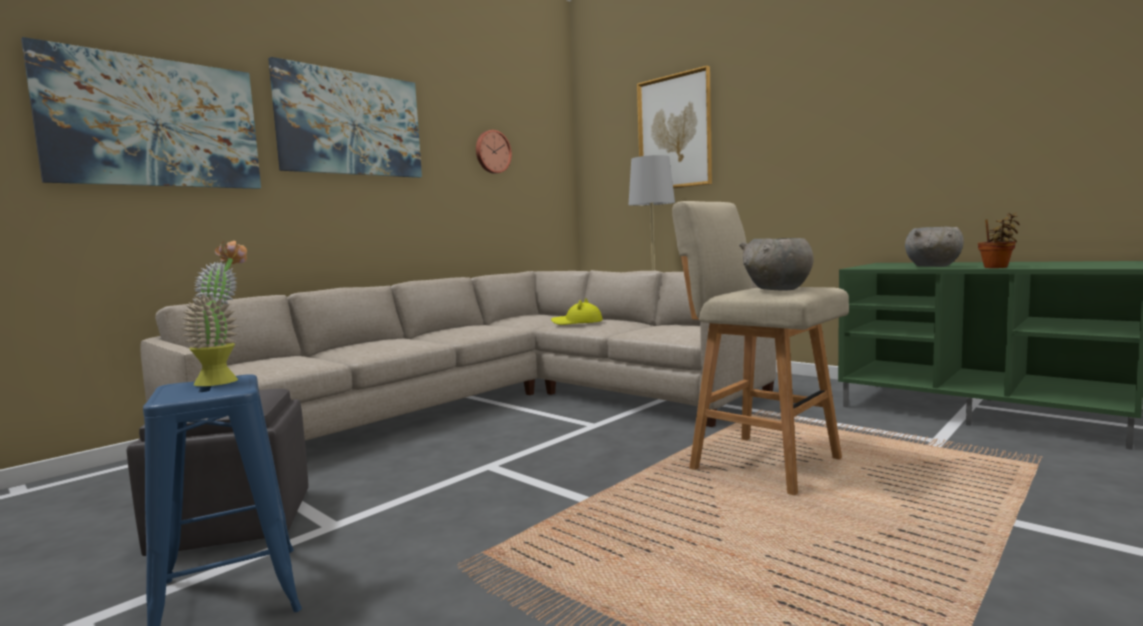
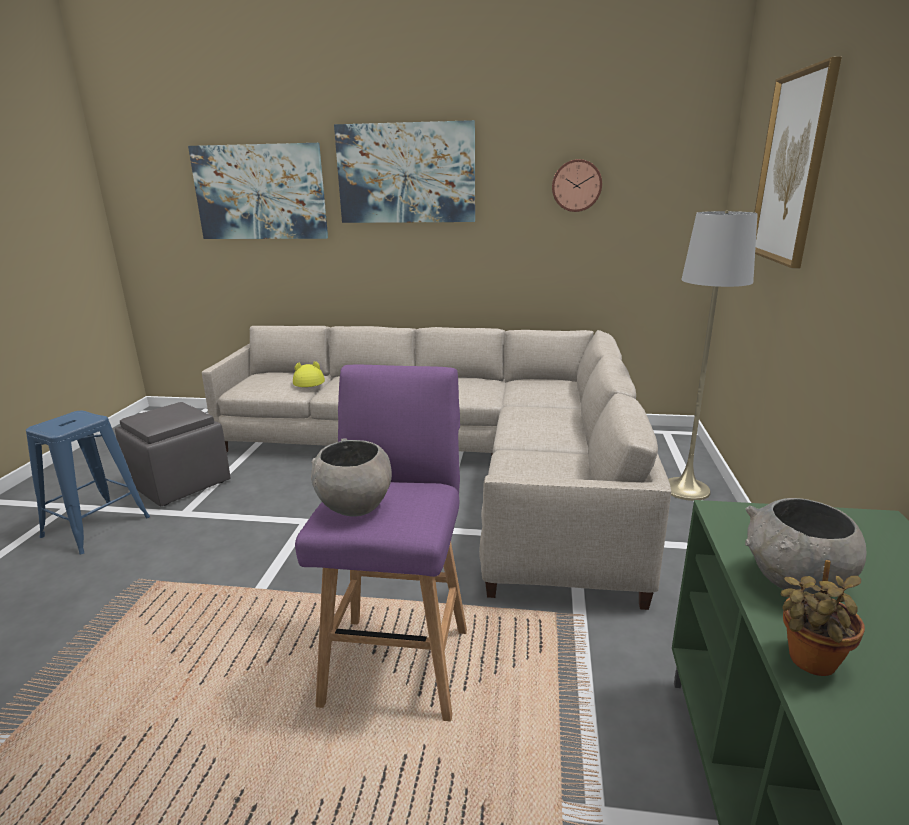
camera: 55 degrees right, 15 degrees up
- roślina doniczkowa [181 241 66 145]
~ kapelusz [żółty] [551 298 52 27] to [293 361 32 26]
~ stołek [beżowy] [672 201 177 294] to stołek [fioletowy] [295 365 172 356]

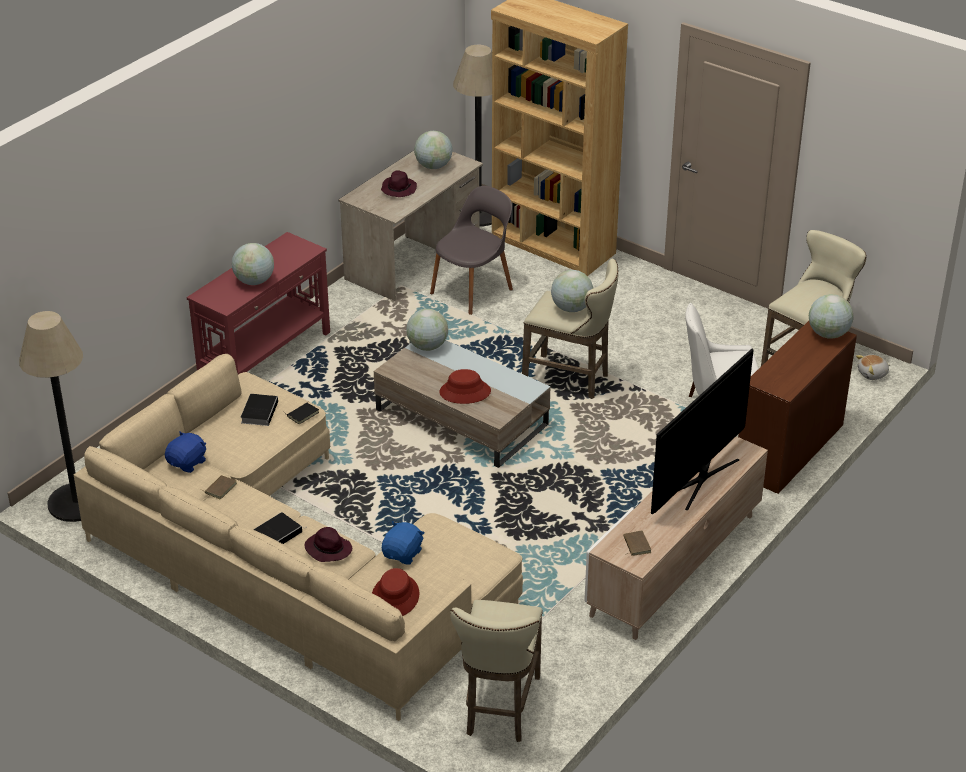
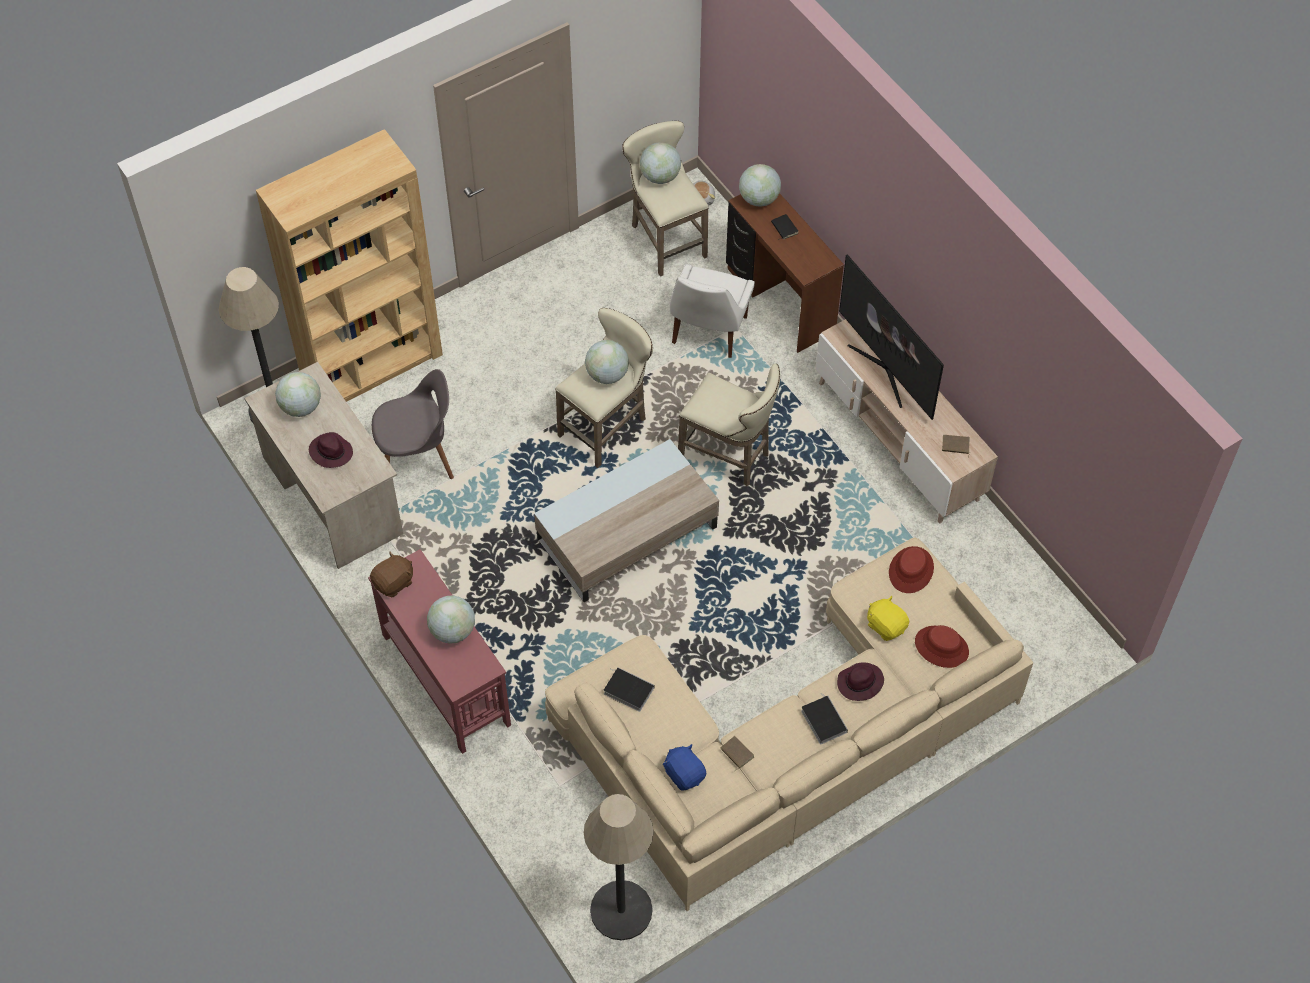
camera: 70 degrees left, 20 degrees up
~ książka [czarny] [284 403 35 21] to [771 214 28 26]
~ pluszak [niebieski] [382 521 42 44] to pluszak [żółty] [867 596 42 45]
~ globus [406 309 42 42] to [640 142 41 42]
~ krzesło [szary] [430 186 83 129] = [372 369 82 110] 105 degrees clockwise
~ kapelusz [czerwony] [439 369 52 35] to [889 546 45 47]
~ stołek [beżowy] [450 600 93 142] to [678 364 102 123]
+ pluszak [brązowy] [370 552 43 45]

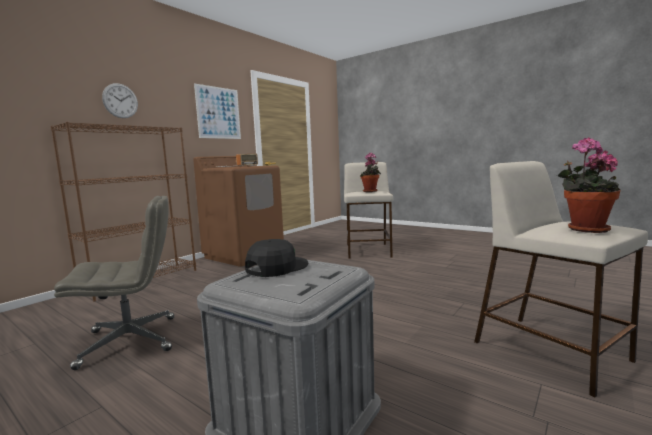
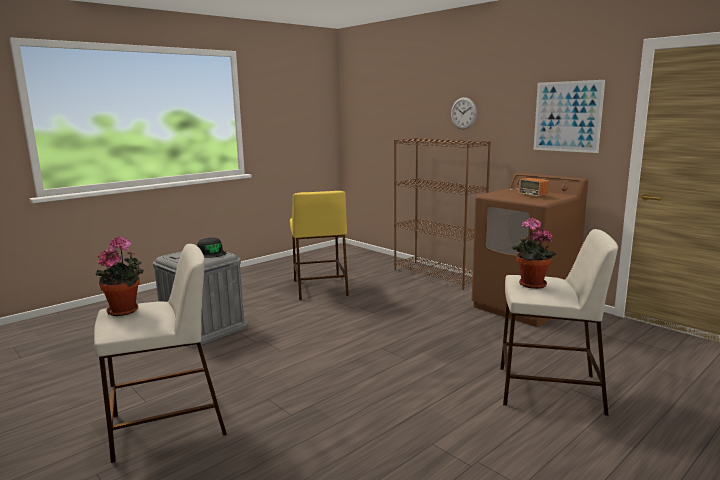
camera: 100 degrees right, 5 degrees up
~ krzesło biurowe [szary] [54 196 120 174] to stołek [żółty] [290 191 59 109]

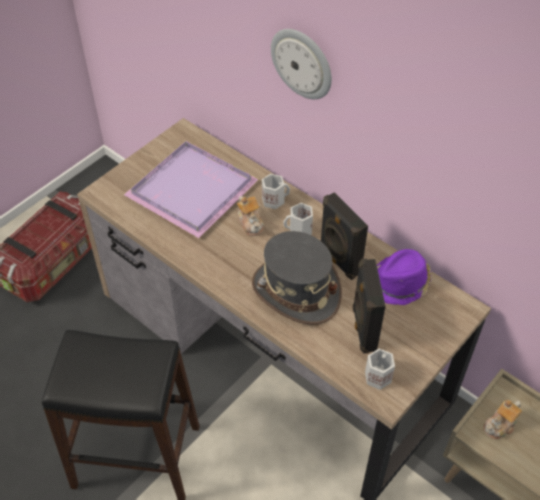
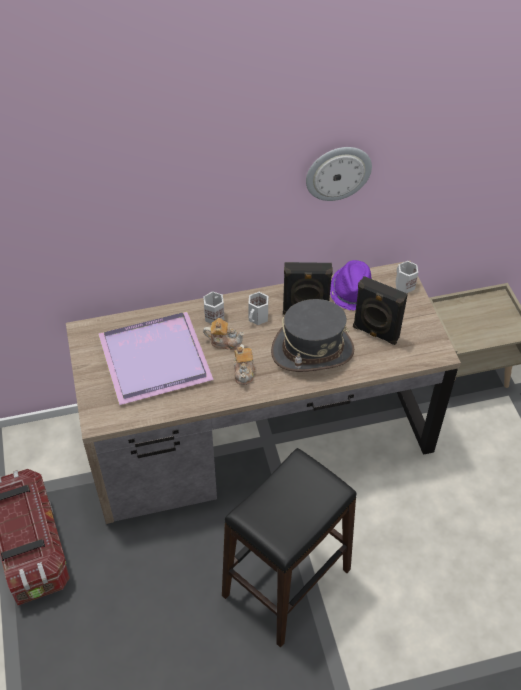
camera: 55 degrees left, 0 degrees up
~ zegar ścienny [271 29 61 70] to [306 147 66 54]
~ kubek [biały] [365 348 30 42] to [396 261 22 32]
~ imbryk [483 400 39 39] to [234 344 21 41]

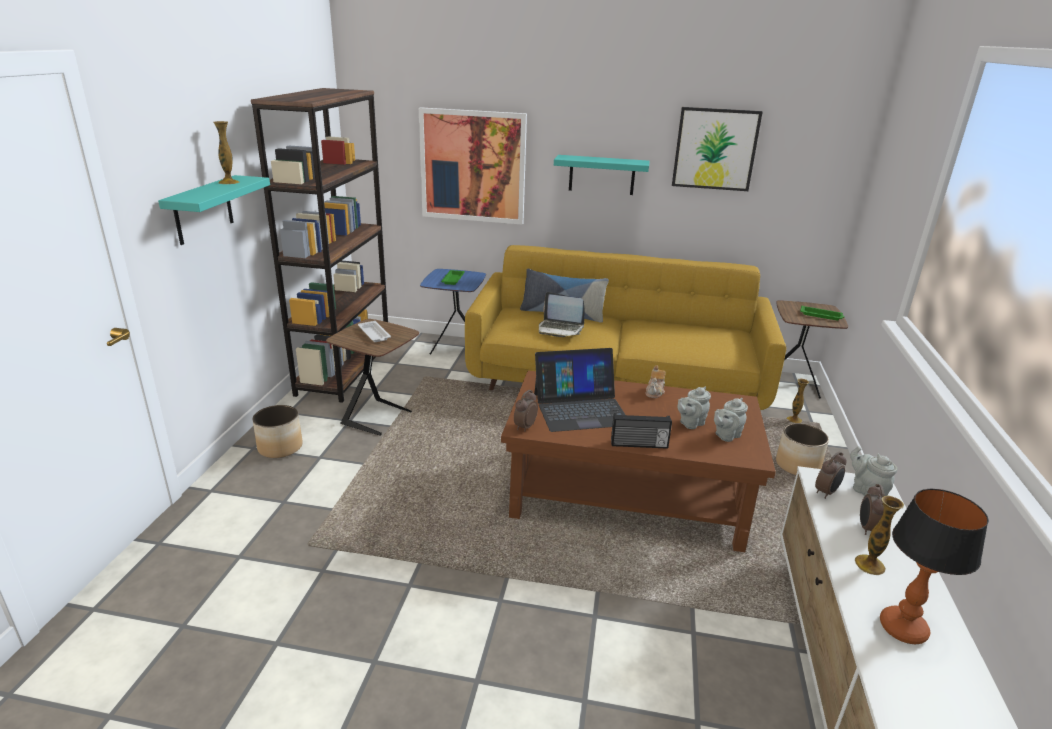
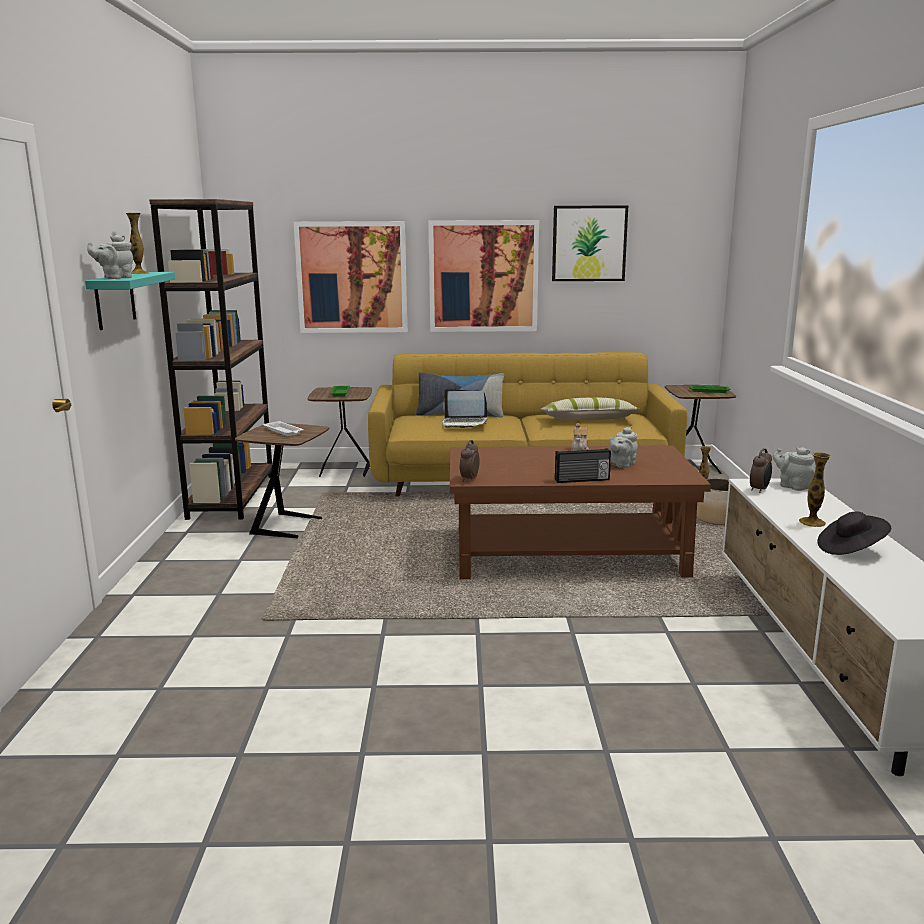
camera: 10 degrees left, 10 degrees down
- donica [252 405 50 53]
~ stolik [niebieski] [420 269 66 86] to stolik [brązowy] [308 387 64 90]
- laptop [534 348 91 84]
~ półka [turkusowy] [554 155 96 40] to obraz [428 220 111 112]
~ imbryk [szary] [714 398 34 44] to [87 235 46 44]
- budzik [860 484 25 51]
~ lampa stołowa [880 488 109 156] to kapelusz [czarny] [817 511 74 44]
+ poduszka [540 397 100 23]

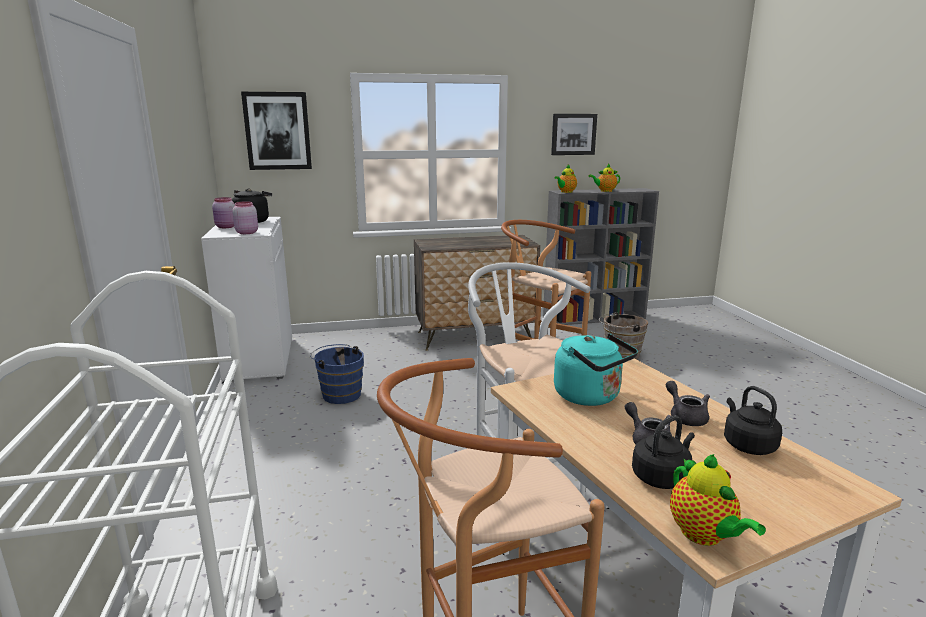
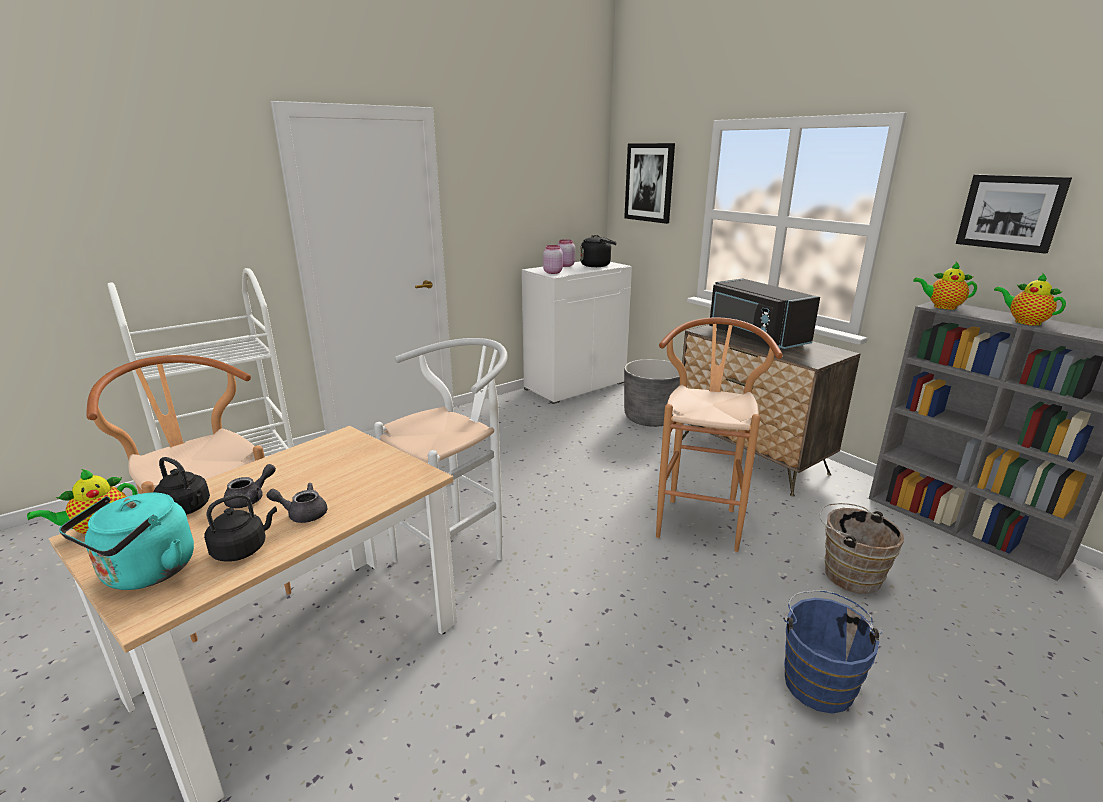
camera: 65 degrees right, 5 degrees up
~ wiadro [niebieski] [310 344 54 60] to [783 590 100 123]
~ czajnik [turkusowy] [554 333 84 73] to [59 493 135 97]
~ imbryk [szary] [666 381 44 45] = [267 483 60 40] 135 degrees counterclockwise
+ donica [szary] [624 359 56 68]
+ mikrofalówka [czarny] [709 278 111 71]

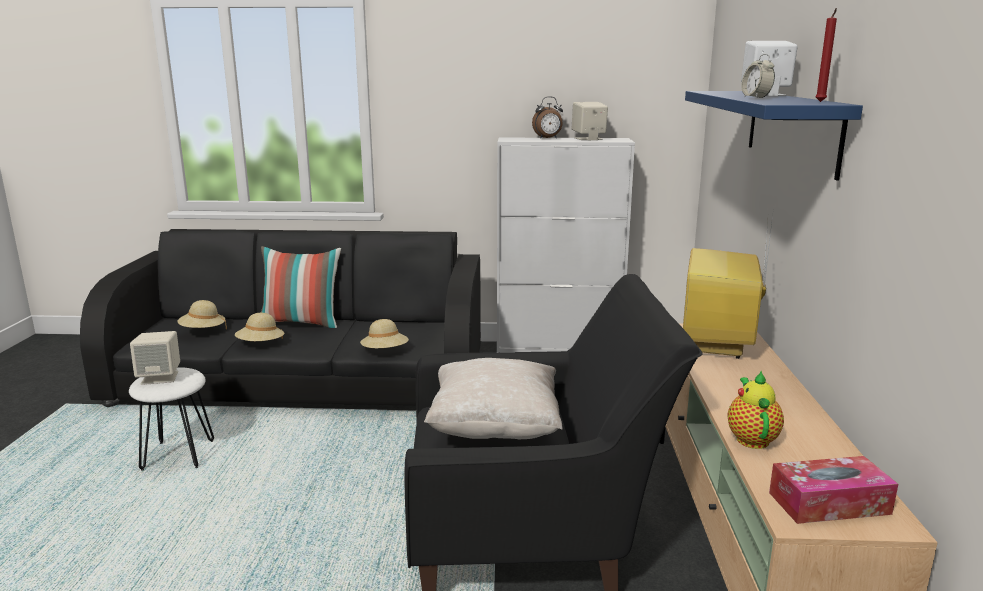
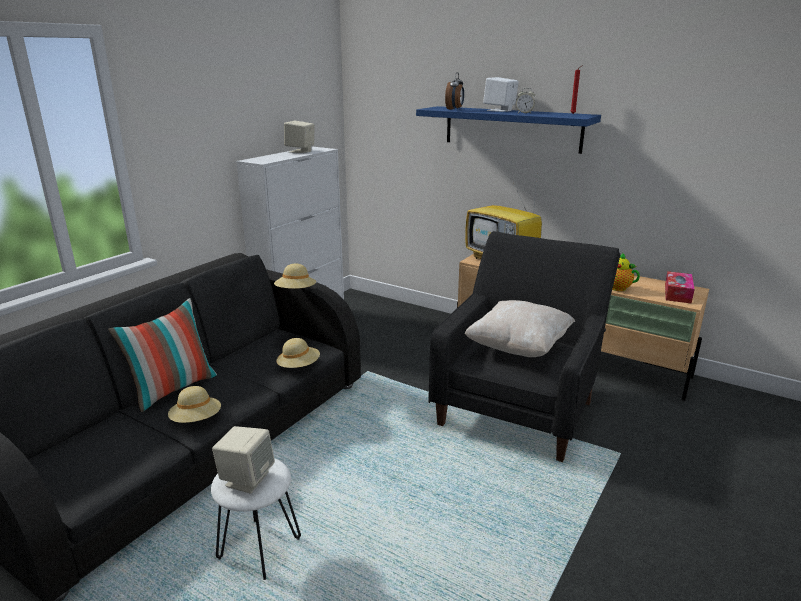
camera: 60 degrees left, 5 degrees up
~ kapelusz [beżowy] [177 300 50 30] to [274 264 42 25]
~ budzik [532 96 31 43] to [445 72 19 37]

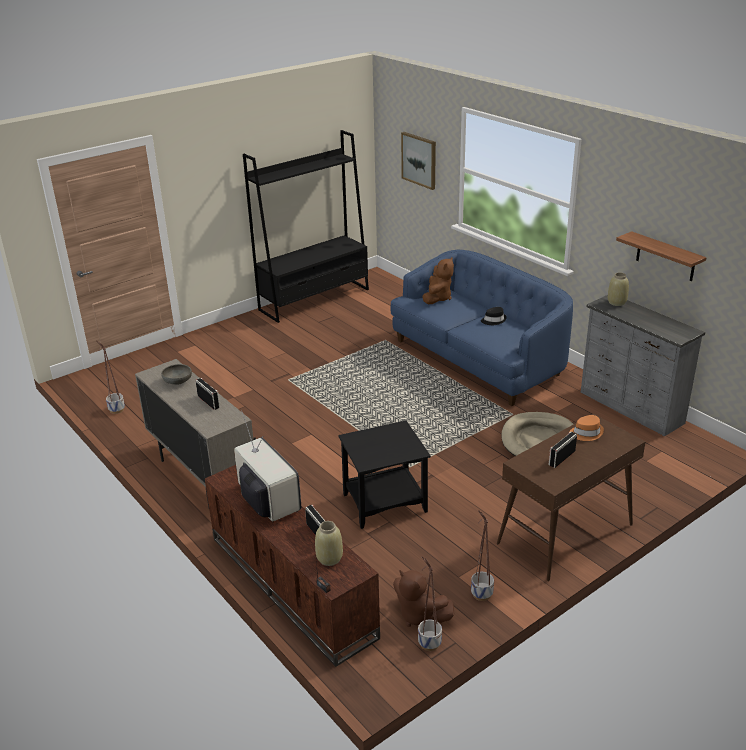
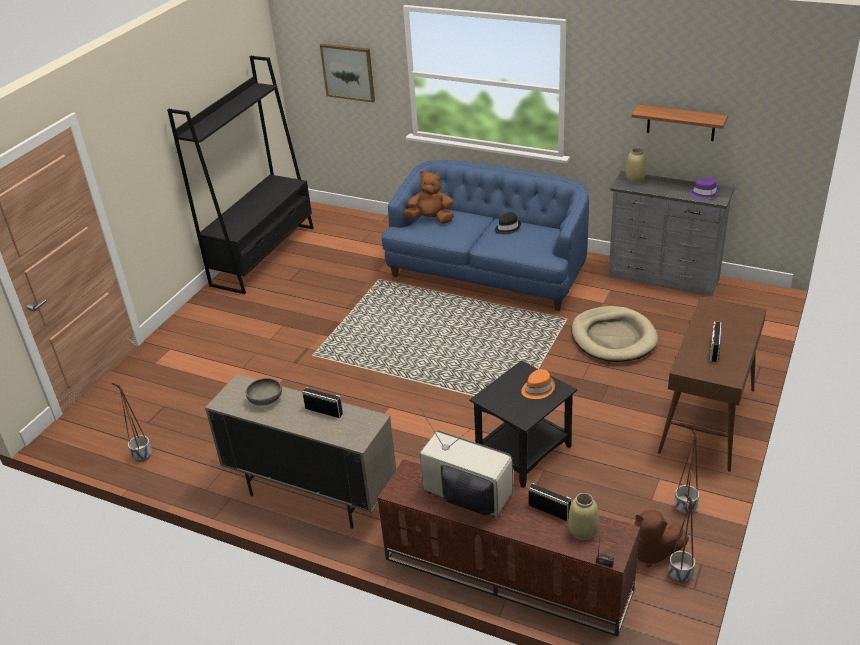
camera: 25 degrees left, 5 degrees up
~ pluszak [brązowy] [422 257 32 47] = [403 171 51 52] 75 degrees counterclockwise
~ kapelusz [pomarańczowy] [569 415 35 26] to [521 369 34 30]
+ kapelusz [fioletowy] [689 178 31 21]

